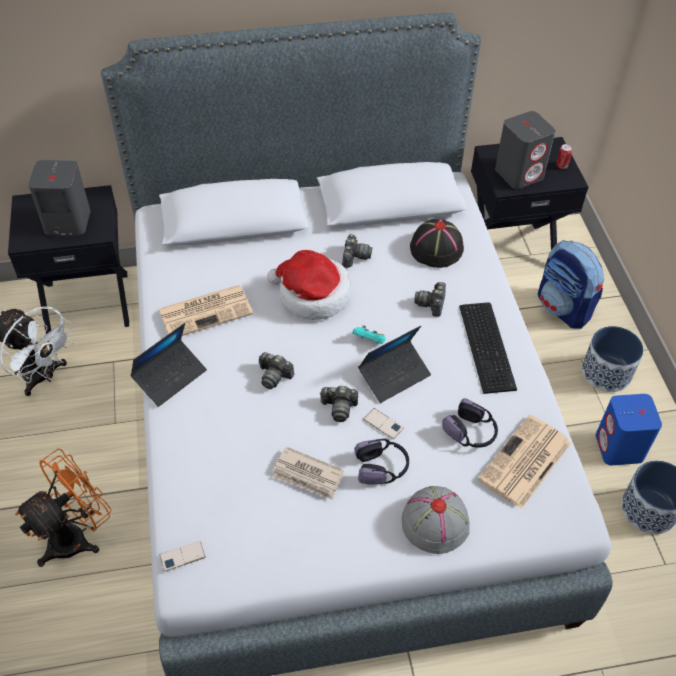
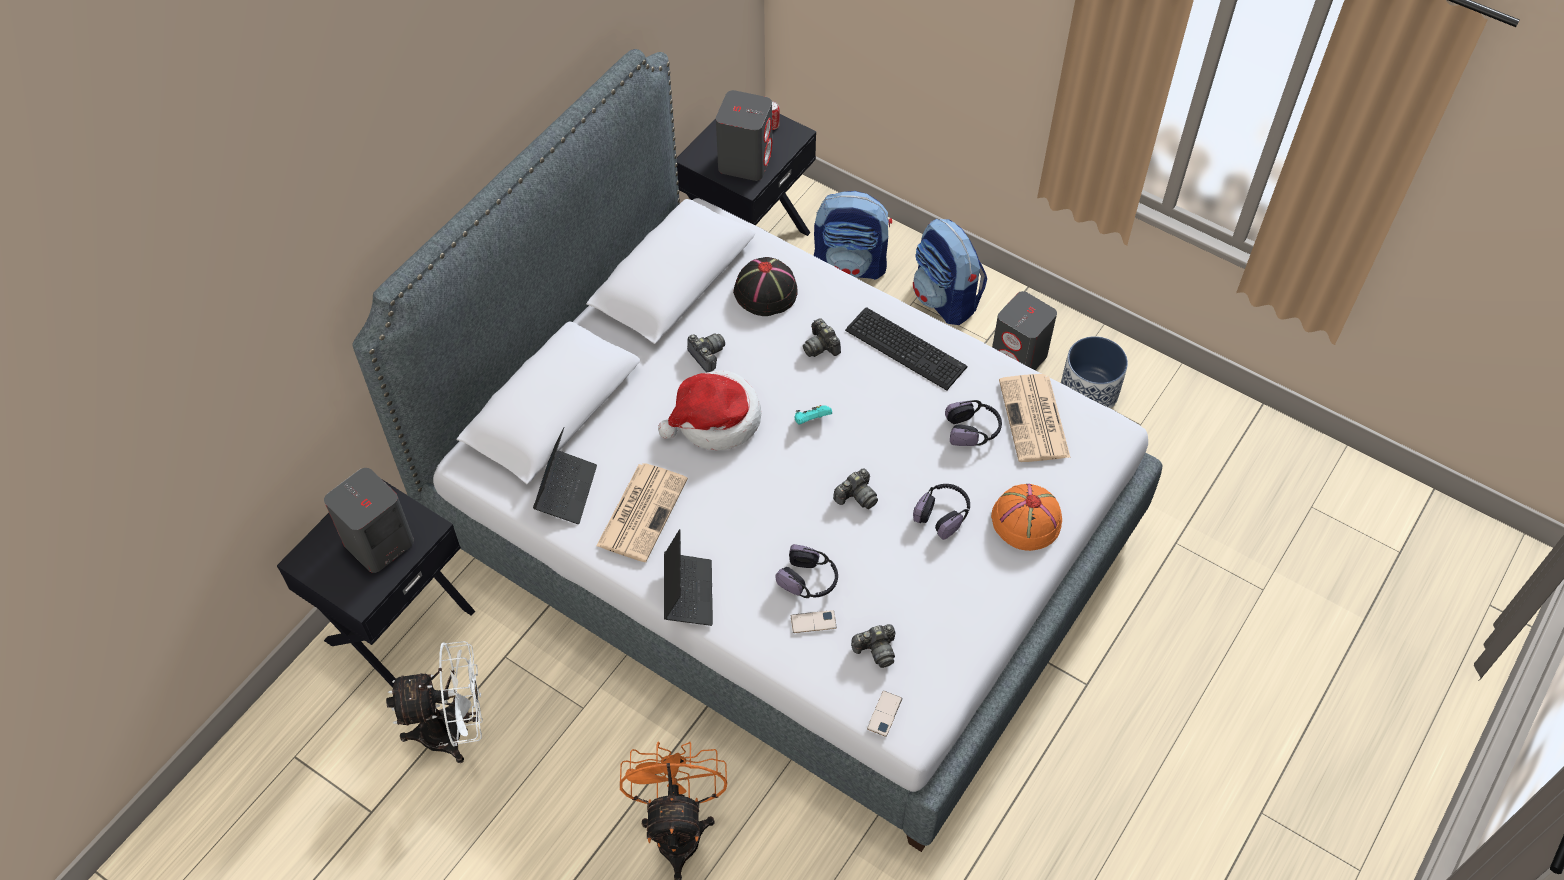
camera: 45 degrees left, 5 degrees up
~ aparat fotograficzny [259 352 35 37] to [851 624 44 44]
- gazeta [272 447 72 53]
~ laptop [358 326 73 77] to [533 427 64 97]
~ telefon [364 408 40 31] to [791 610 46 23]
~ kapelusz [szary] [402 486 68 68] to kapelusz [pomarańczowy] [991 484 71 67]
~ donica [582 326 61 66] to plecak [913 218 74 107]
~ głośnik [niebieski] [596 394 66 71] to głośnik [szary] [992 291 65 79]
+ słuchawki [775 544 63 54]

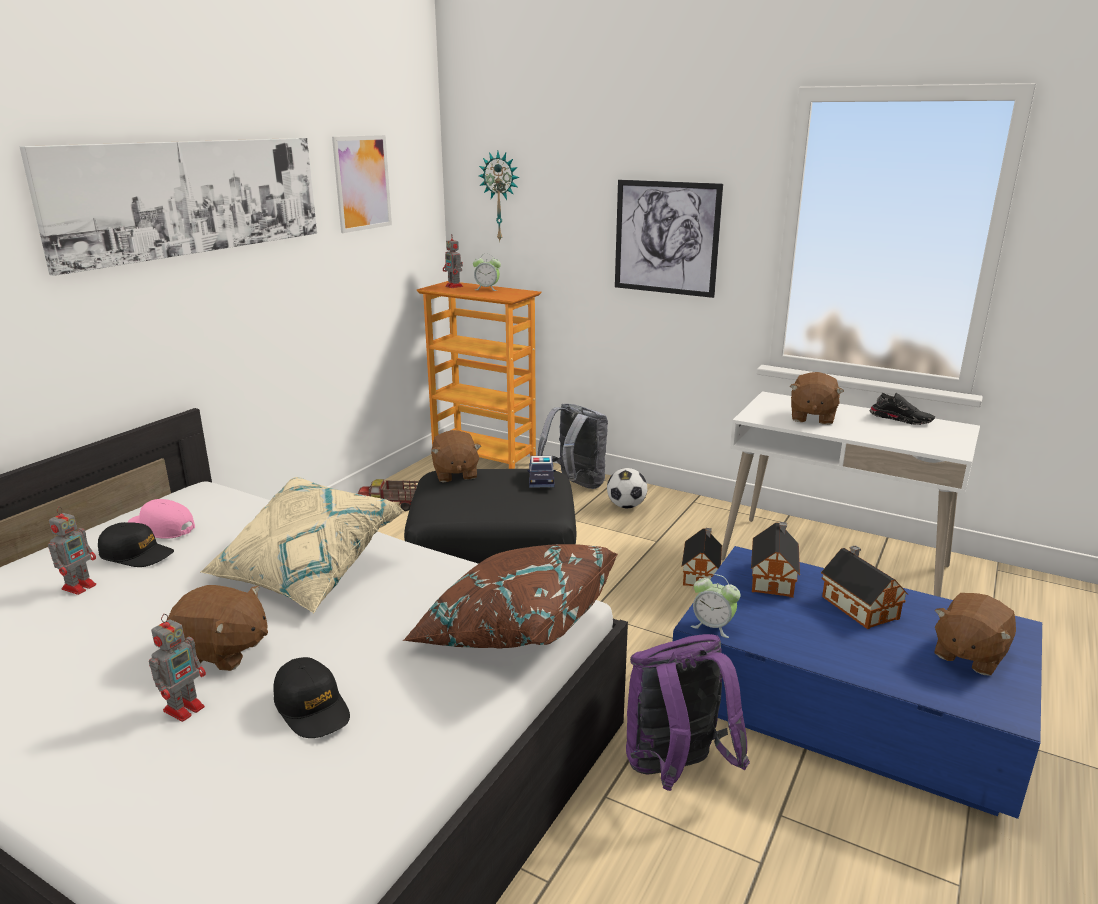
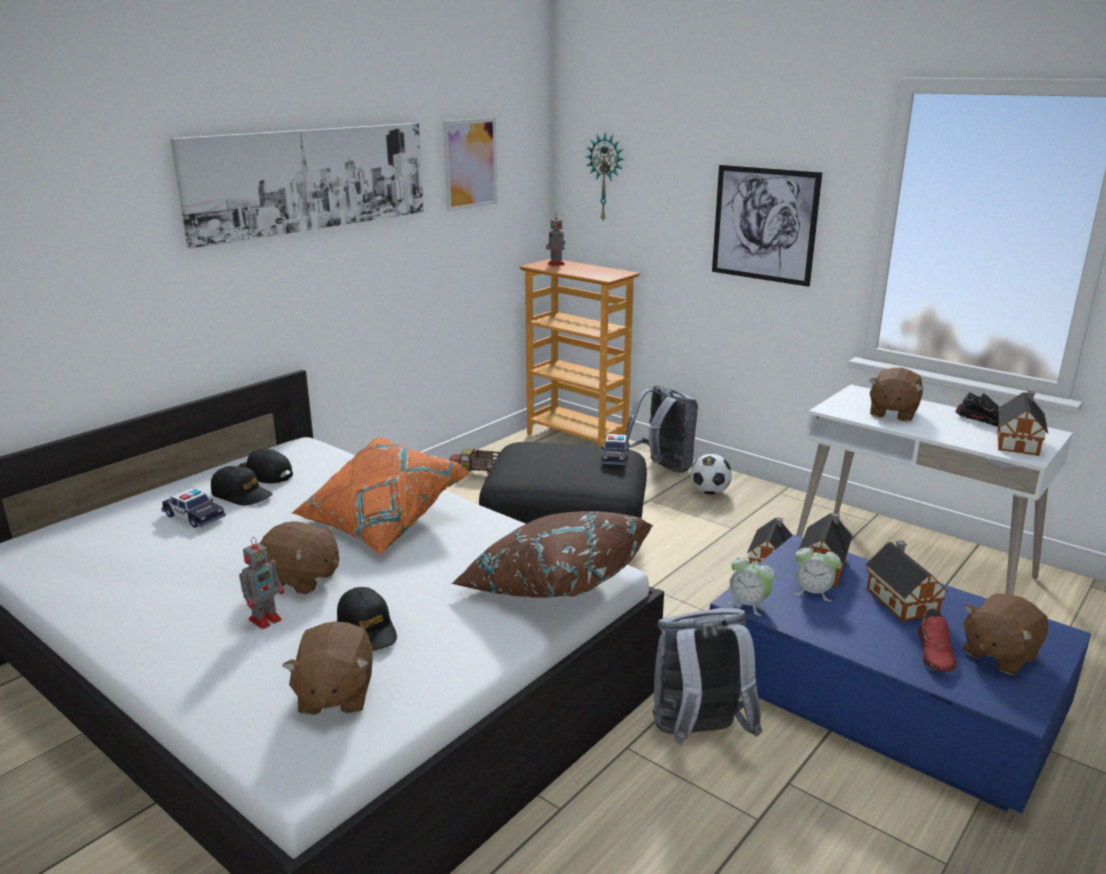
camera: 10 degrees right, 0 degrees up
~ robot zabawkowy [48 507 48 88] to samochodzik [161 488 65 40]
~ czapka z daszkiem [różowy] [128 499 67 40] to czapka z daszkiem [czarny] [238 448 55 36]
~ poduszka [beżowy] [201 477 203 136] to poduszka [pomarańczowy] [292 436 177 119]
~ pluszak [brązowy] [431 430 50 53] to [283 621 90 94]
~ budzik [473 254 28 37] to [794 543 47 59]
~ plecak [fioletowy] [626 634 124 157] to plecak [szary] [652 608 111 137]
+ but [czerwony] [918 608 39 64]
+ domek [997 391 51 65]

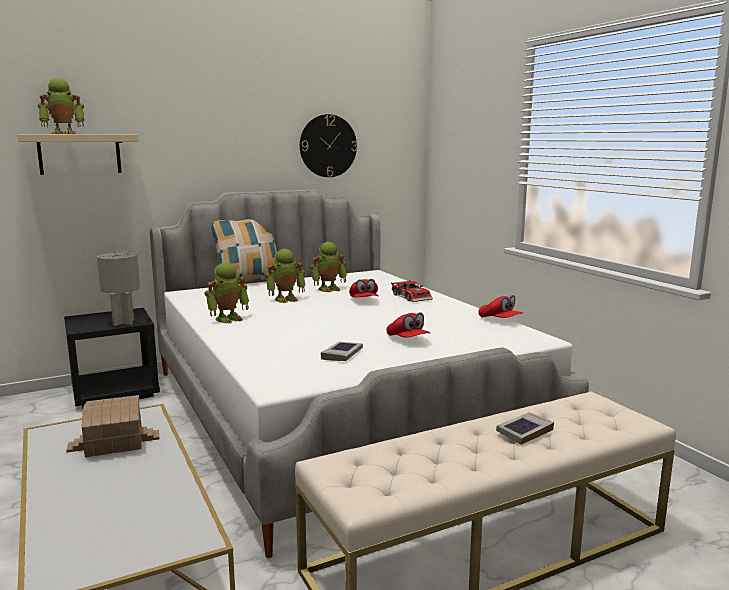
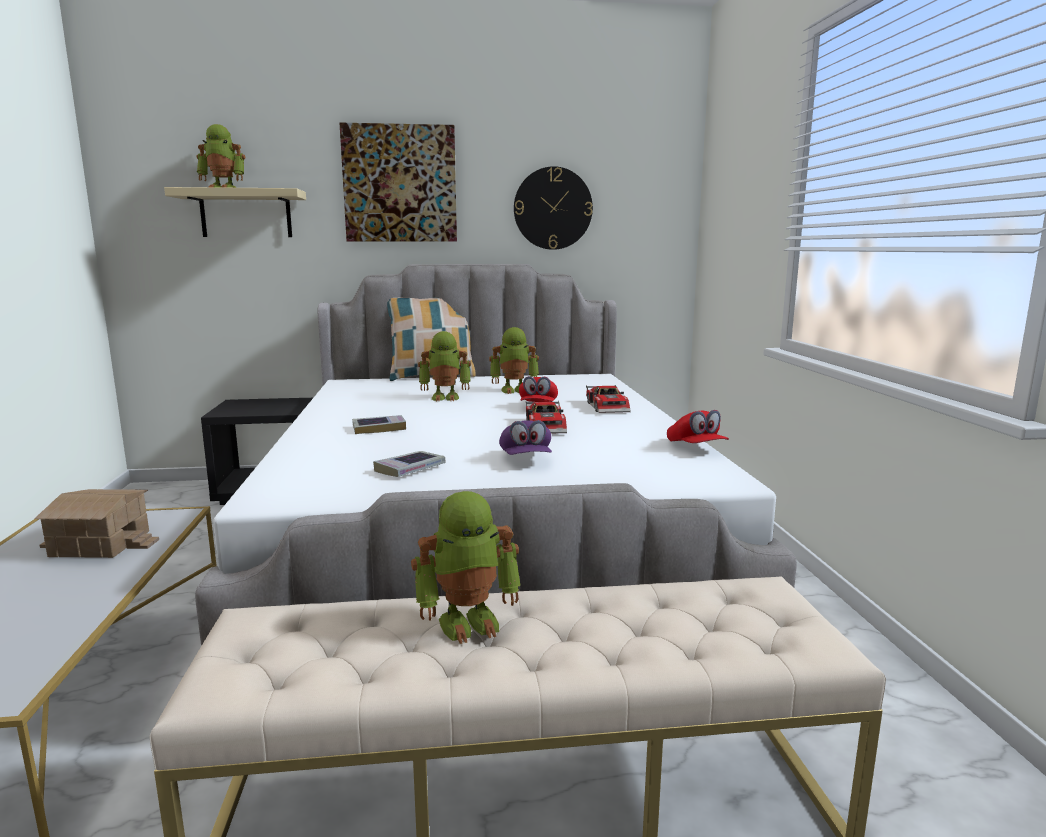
camera: 20 degrees right, 0 degrees up
- lampa stołowa [szary] [97 252 43 74]
~ robot zabawkowy [205 262 44 62] to [411 491 110 153]
~ czapka z daszkiem [czerwony] [386 312 44 26] to czapka z daszkiem [fioletowy] [499 420 53 35]
~ książka [496 412 58 33] to [352 415 54 19]
+ obraz [340 123 117 119]
+ samochodzik [526 401 41 32]

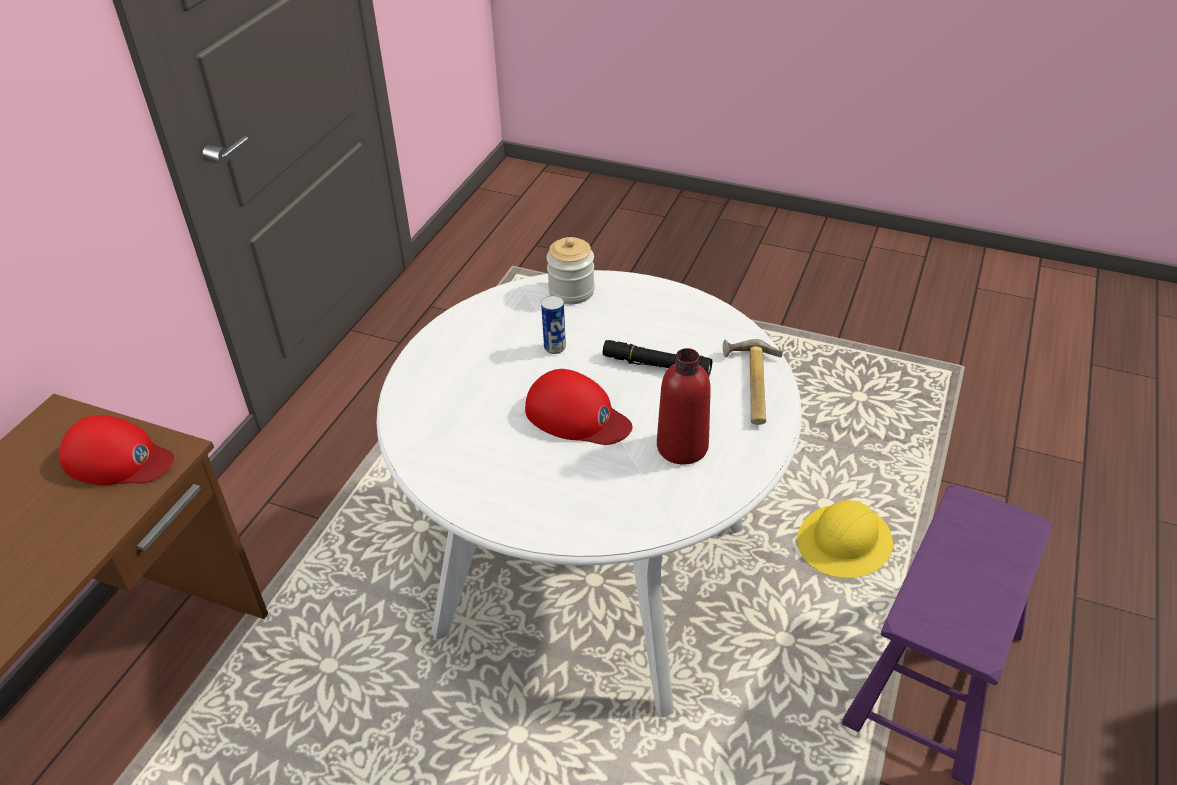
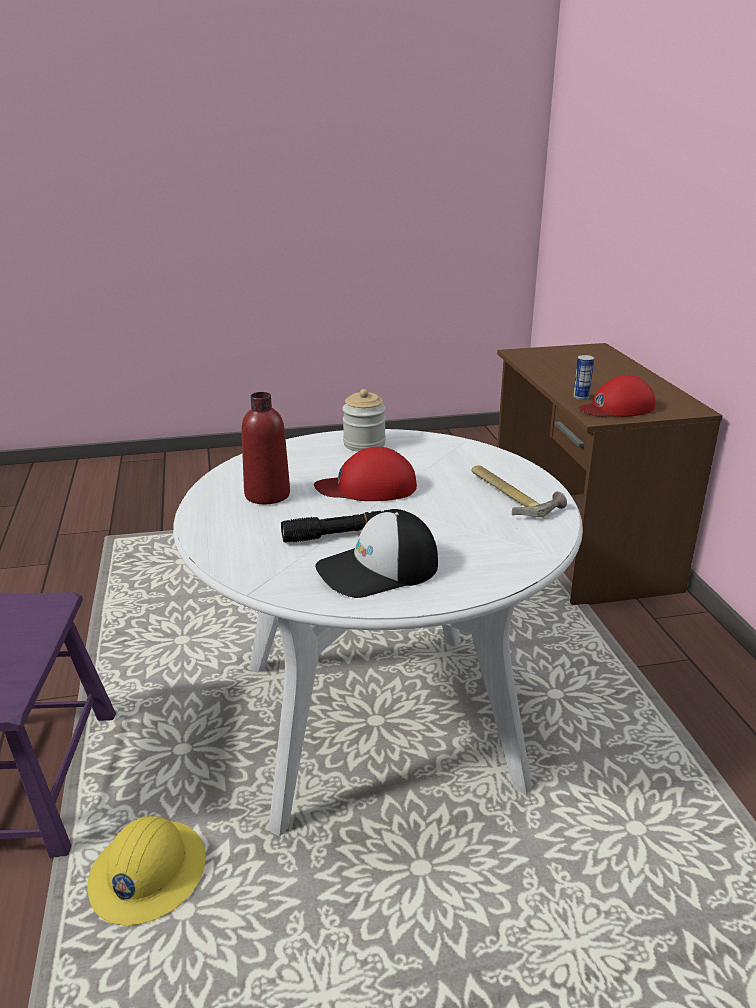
camera: 145 degrees right, 15 degrees down
~ puszka [541 295 25 59] to [573 355 21 45]
~ słoik [546 237 49 67] to [342 389 44 63]
~ młotek [723 339 60 86] to [471 465 96 52]
+ czapka z daszkiem [315 509 123 89]

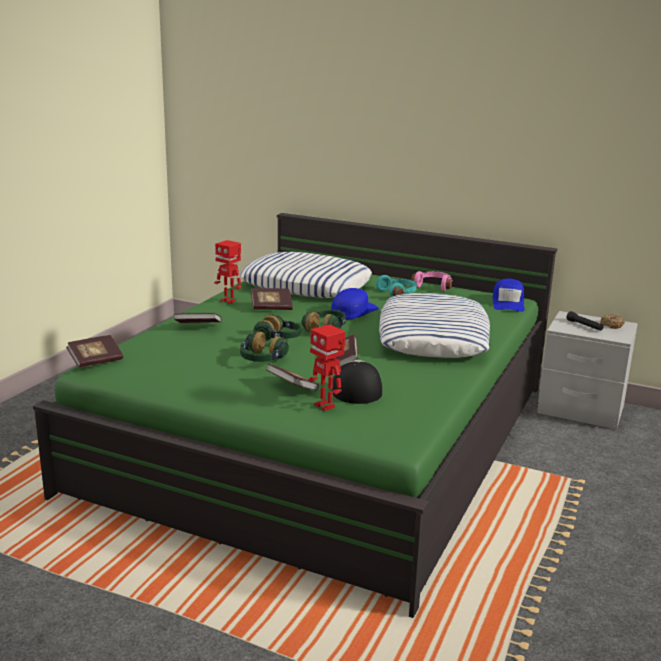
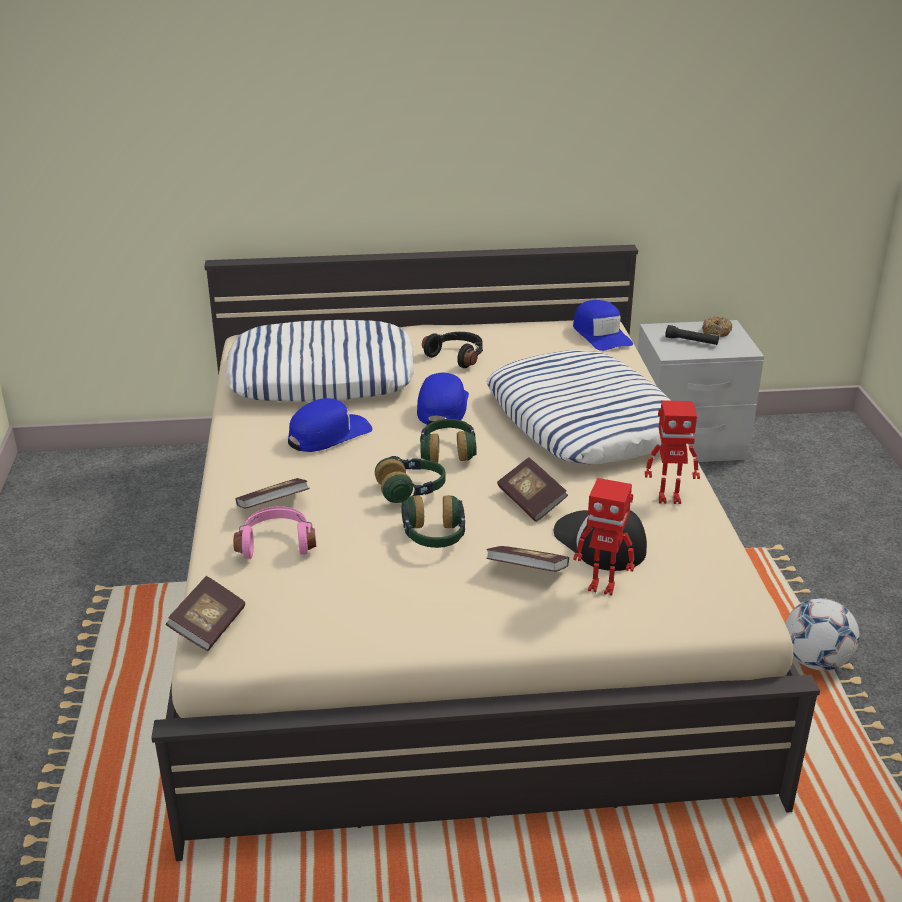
camera: 30 degrees left, 10 degrees up
~ łóżko [zielony] [33 213 524 405] to łóżko [beżowy] [151 245 669 616]
~ robot zabawkowy [214 240 27 64] to [645 400 55 104]
~ książka [251 288 42 22] to czapka z daszkiem [niebieski] [288 398 84 54]
~ słuchawki [turkusowy] [376 275 41 22] to słuchawki [czarny] [422 332 61 36]
~ słuchawki [różowy] [411 271 42 20] to [233 506 83 53]
+ piłka futbolowa [785 598 75 73]

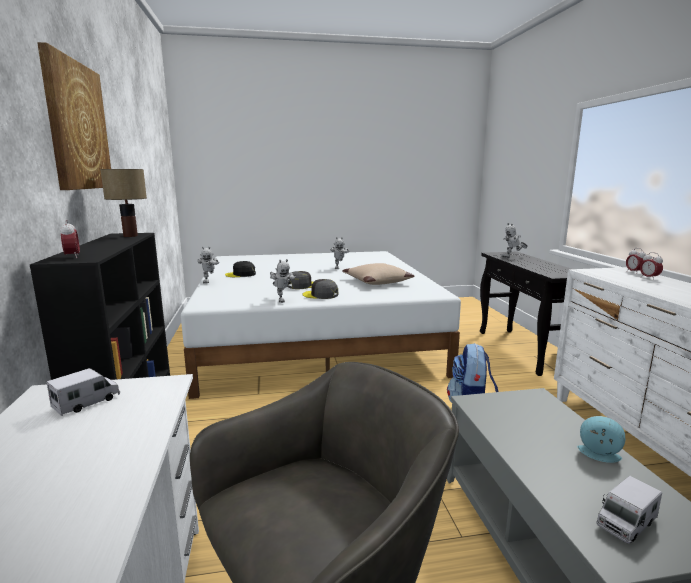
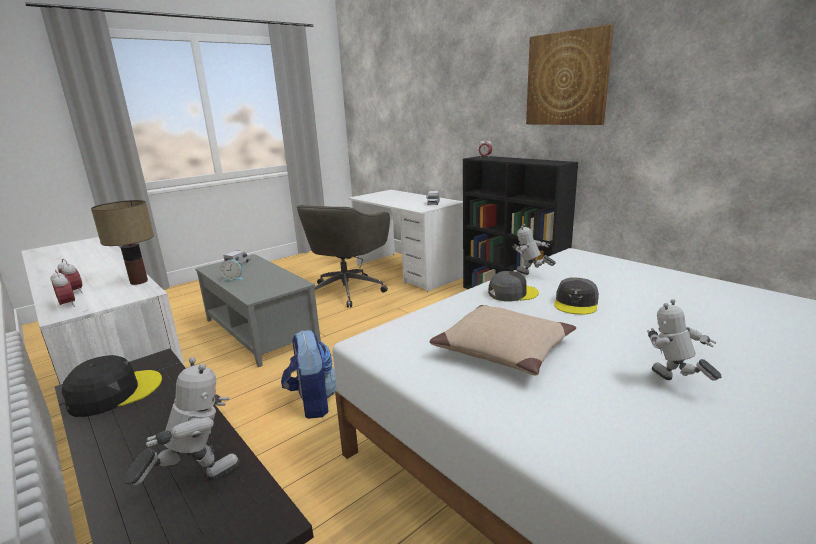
camera: 150 degrees right, 5 degrees up
~ lampa stołowa [100 169 47 68] to [91 200 63 85]
- robot zabawkowy [198 247 21 37]
~ czapka z daszkiem [czarny] [225 261 31 16] to [62 355 100 62]

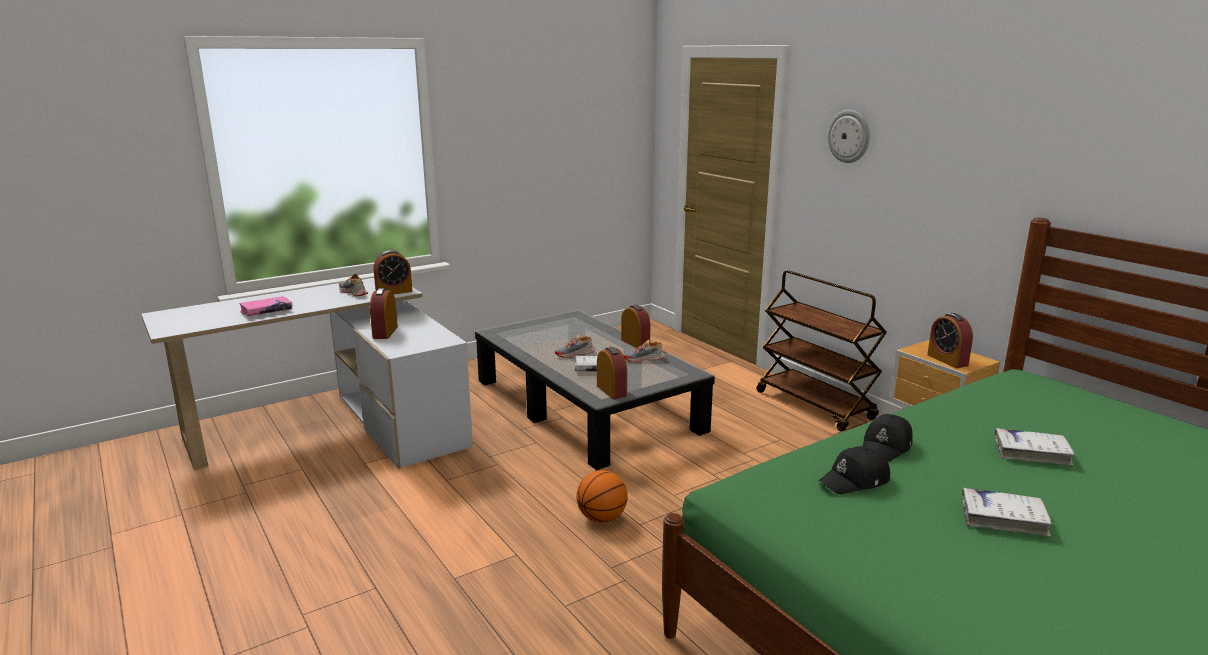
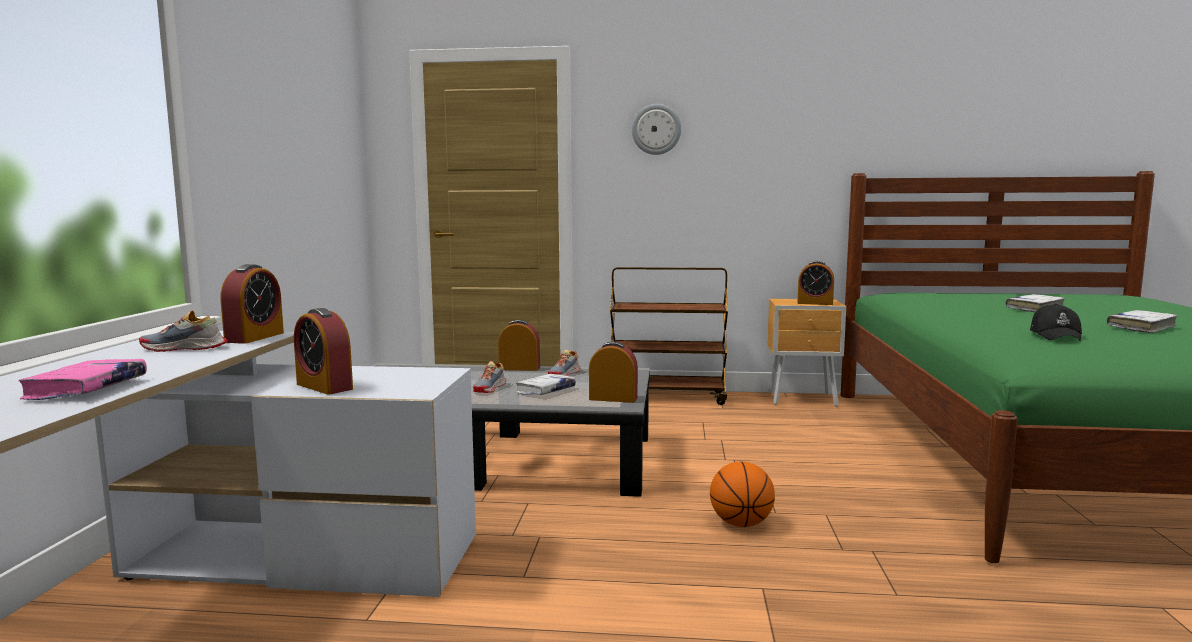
camera: 50 degrees left, 10 degrees down
- czapka z daszkiem [czarny] [863 414 50 48]

